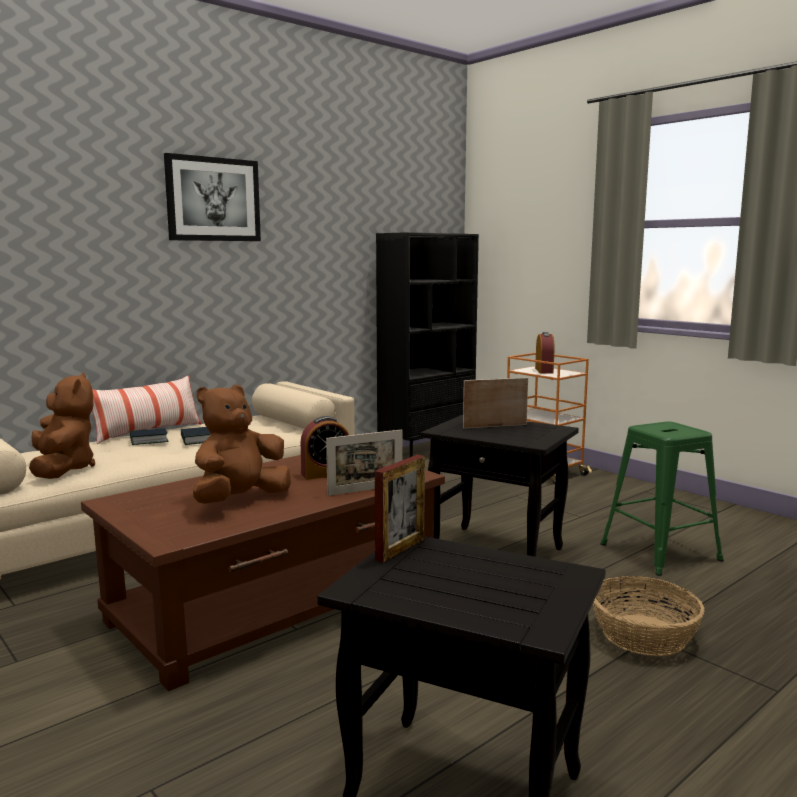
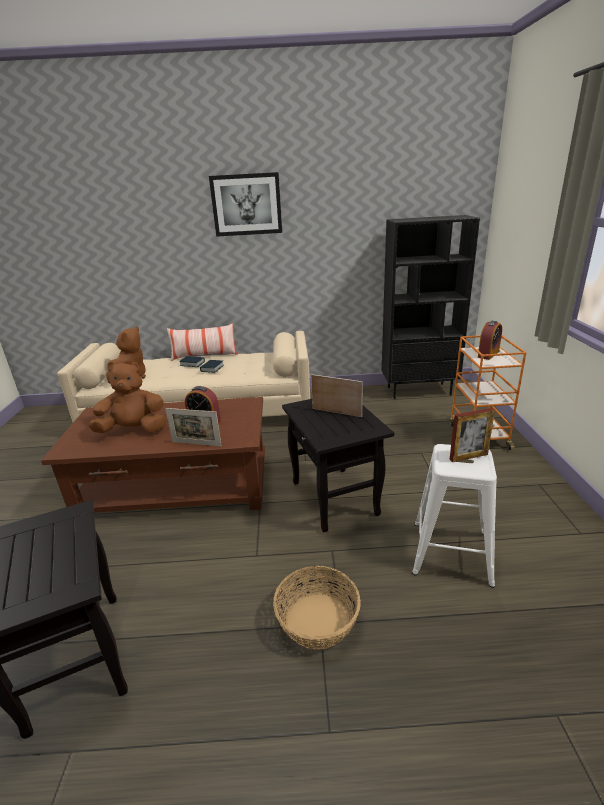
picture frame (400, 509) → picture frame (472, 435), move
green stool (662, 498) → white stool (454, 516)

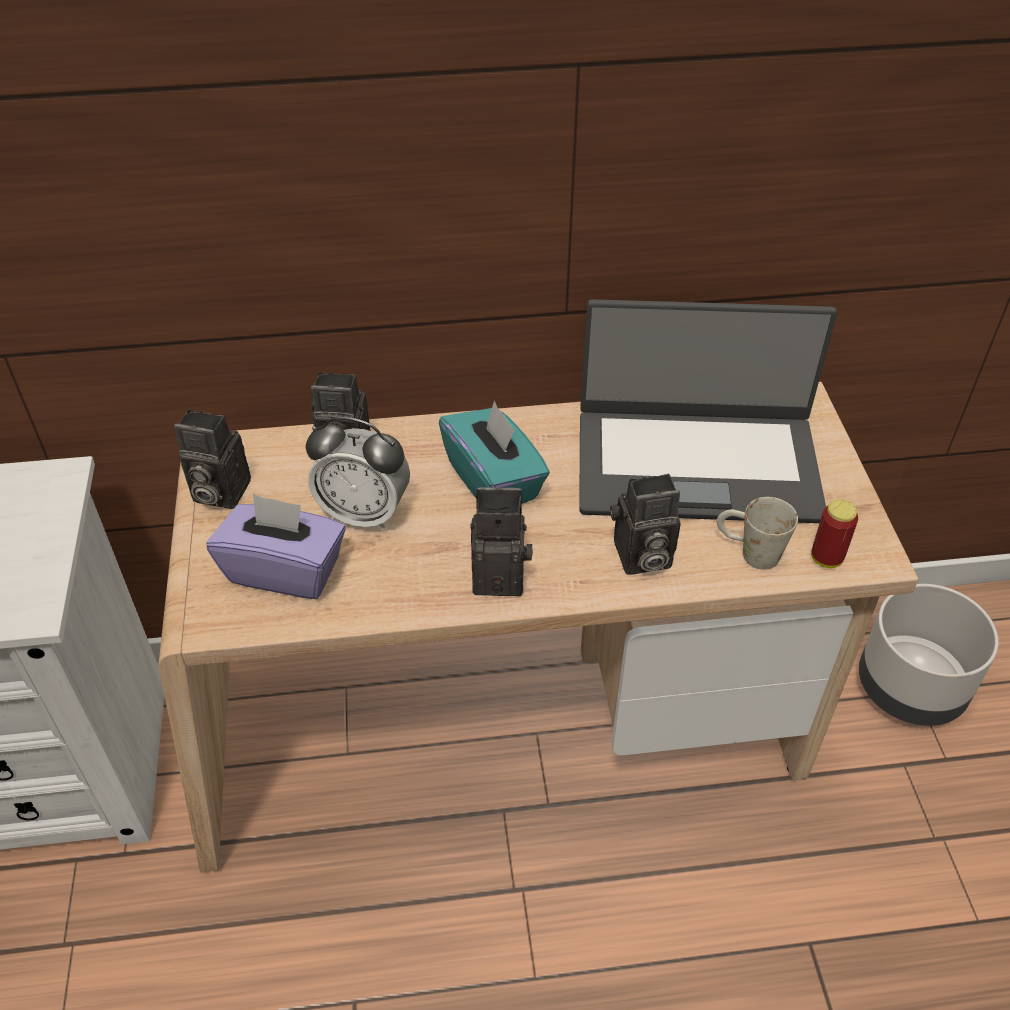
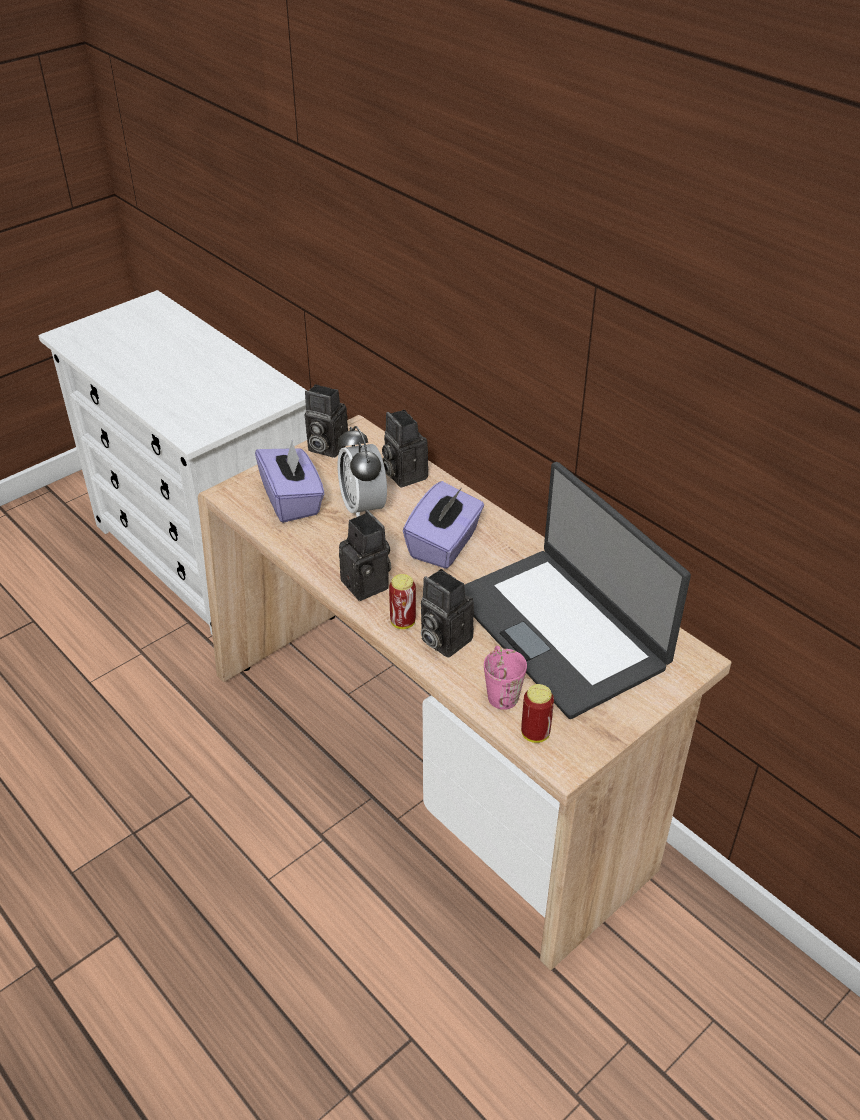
photo camera (212, 459) → photo camera (326, 421), 45 degrees counterclockwise
turquoise tissue box (494, 452) → purple tissue box (443, 525)
white mug (757, 533) → pink mug (505, 678)
grey planter (929, 655) → -
- → can (402, 601)

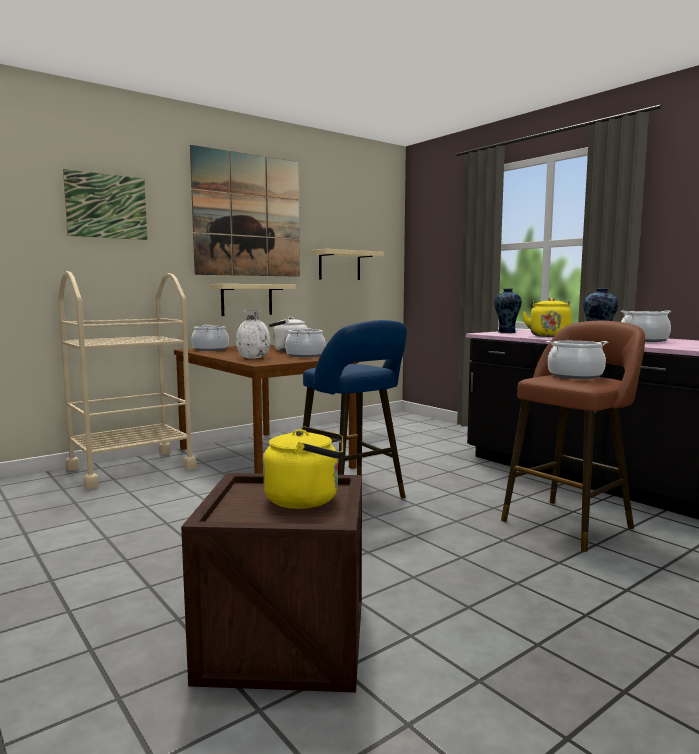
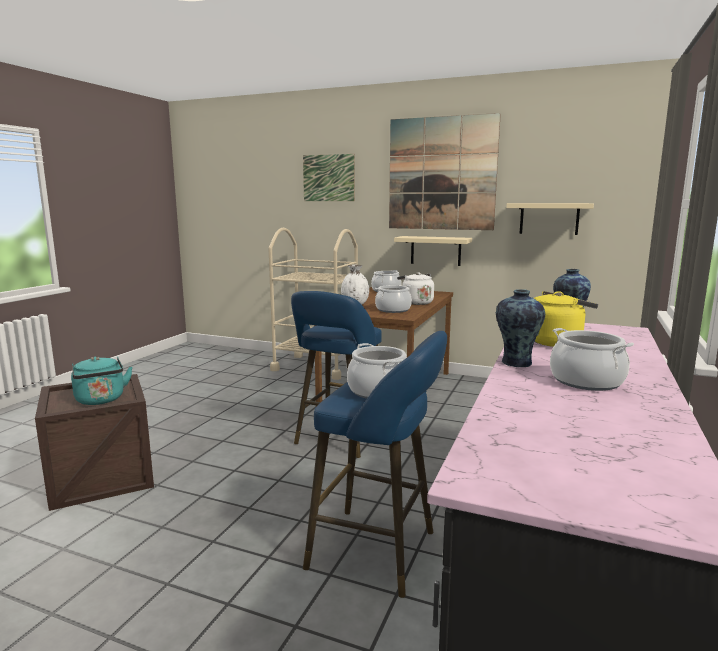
yellow kettle (303, 468) → turquoise kettle (102, 380)
brown stool (573, 436) → blue stool (375, 464)

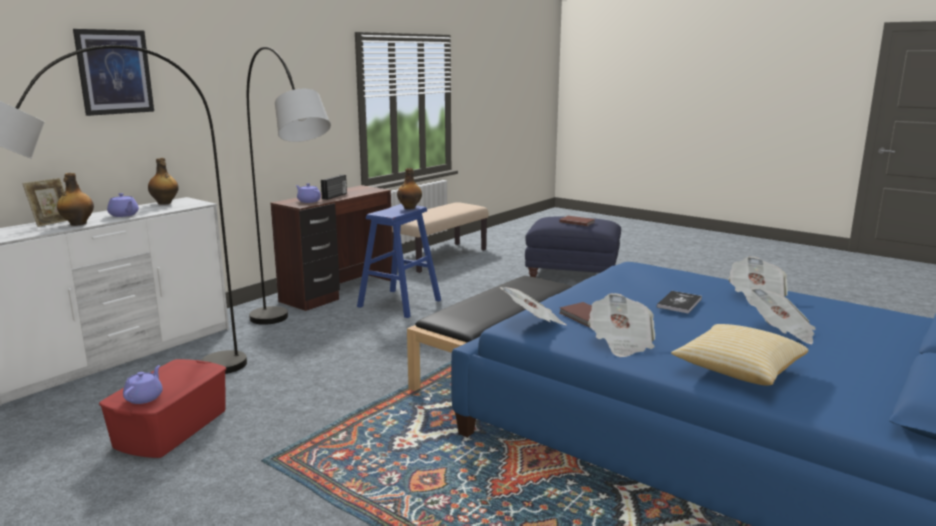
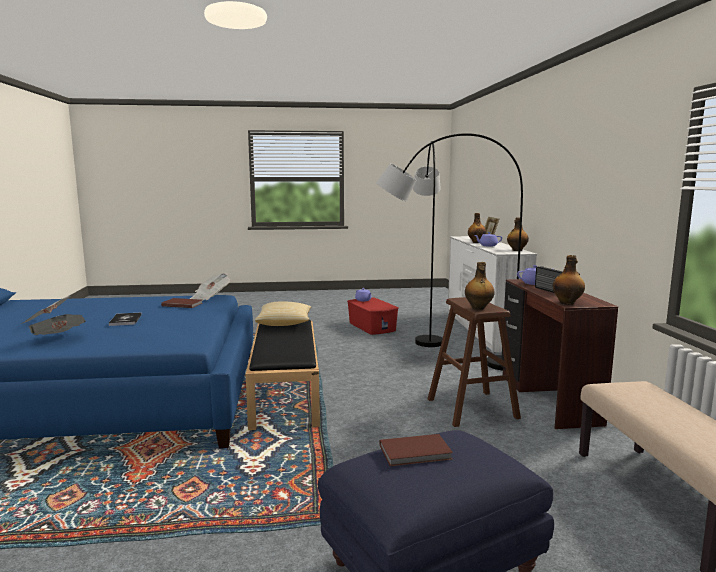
picture (113, 72) → -
blue stool (399, 261) → brown stool (474, 362)
newspaper (621, 325) → -
pillow (739, 355) → pillow (283, 313), move
- → bottle (569, 280)

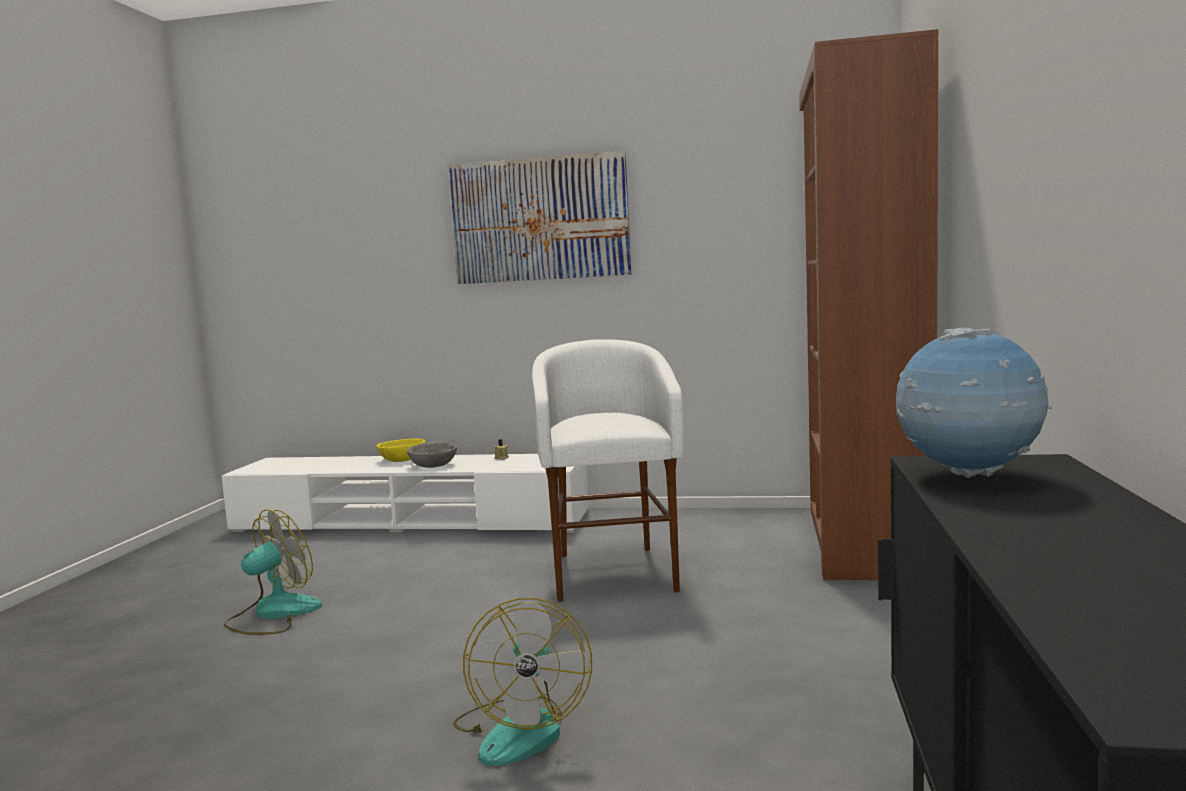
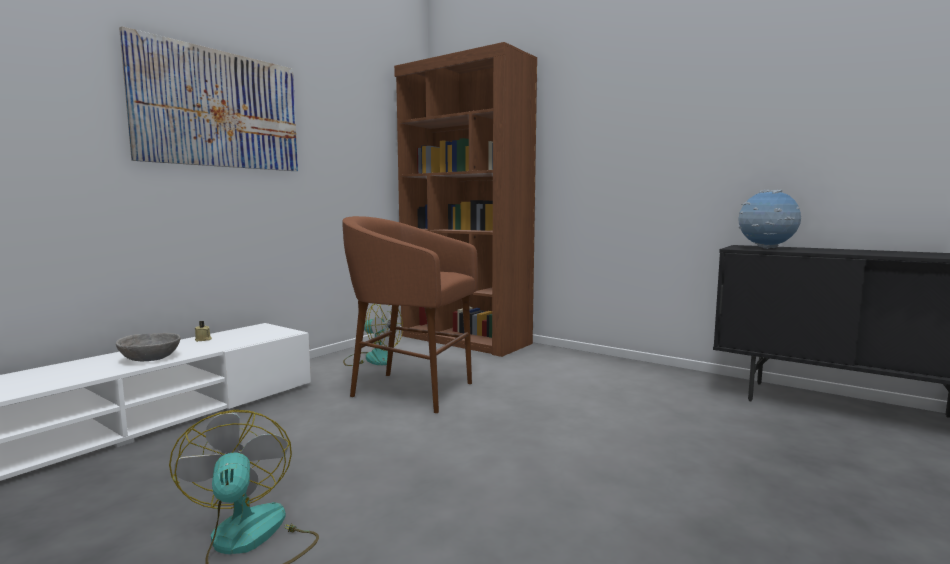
yellow bowl (401, 450) → -
fan (522, 682) → fan (373, 335), move
white stool (608, 470) → brown stool (410, 314)

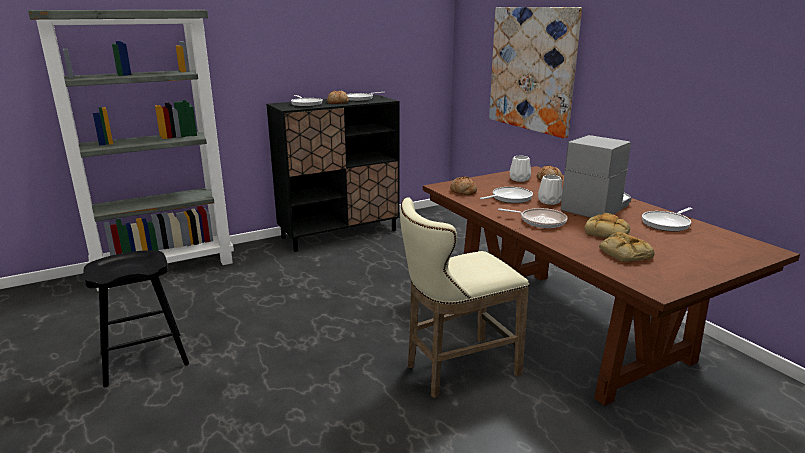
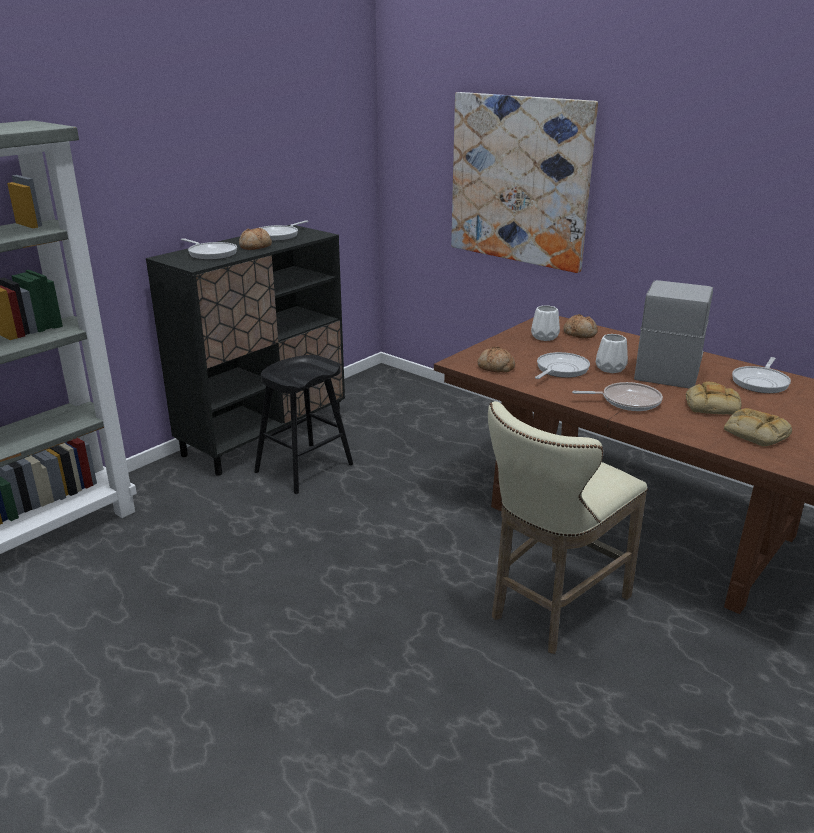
black stool (136, 318) → black stool (303, 424), move

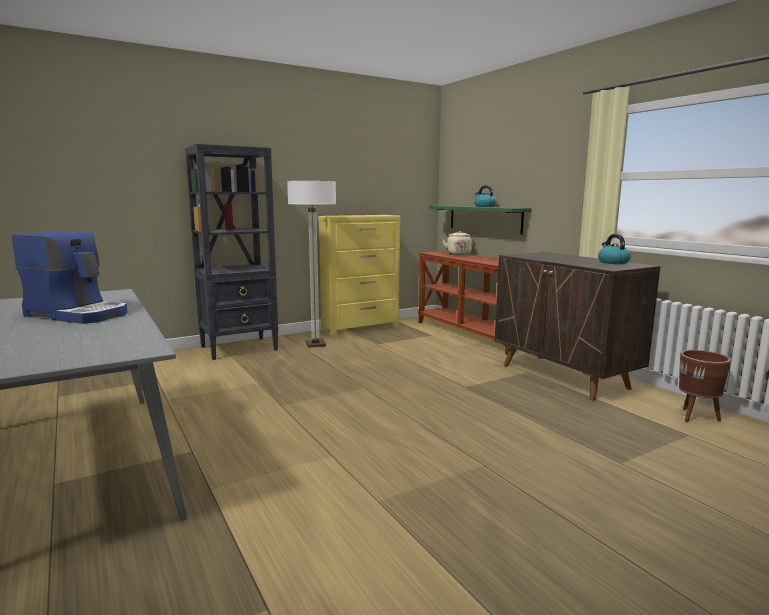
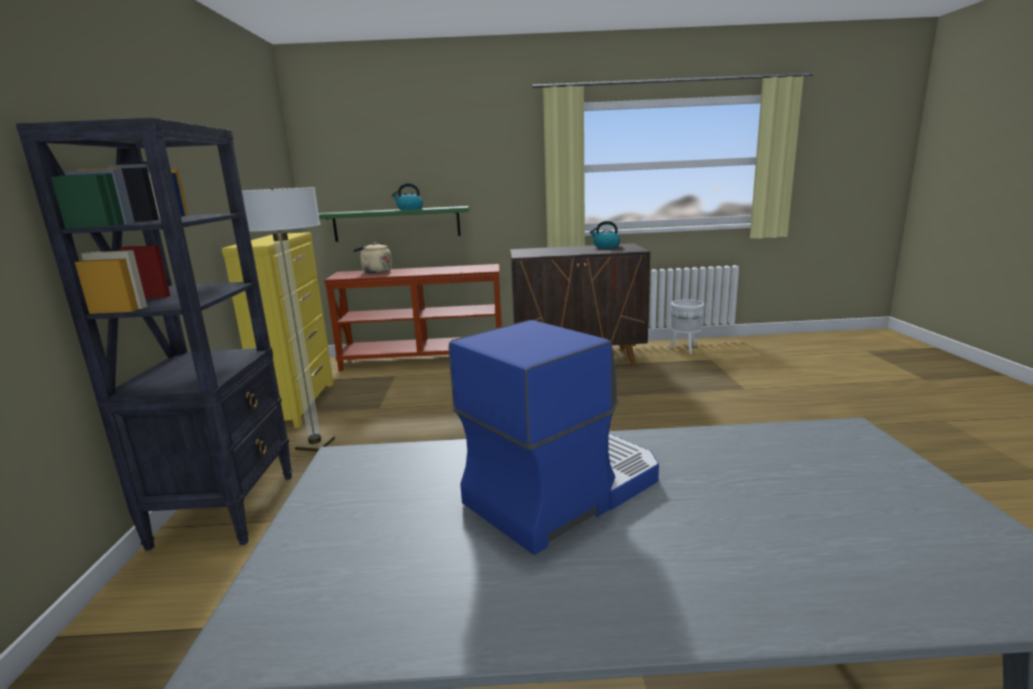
brown planter (705, 386) → white planter (687, 326)

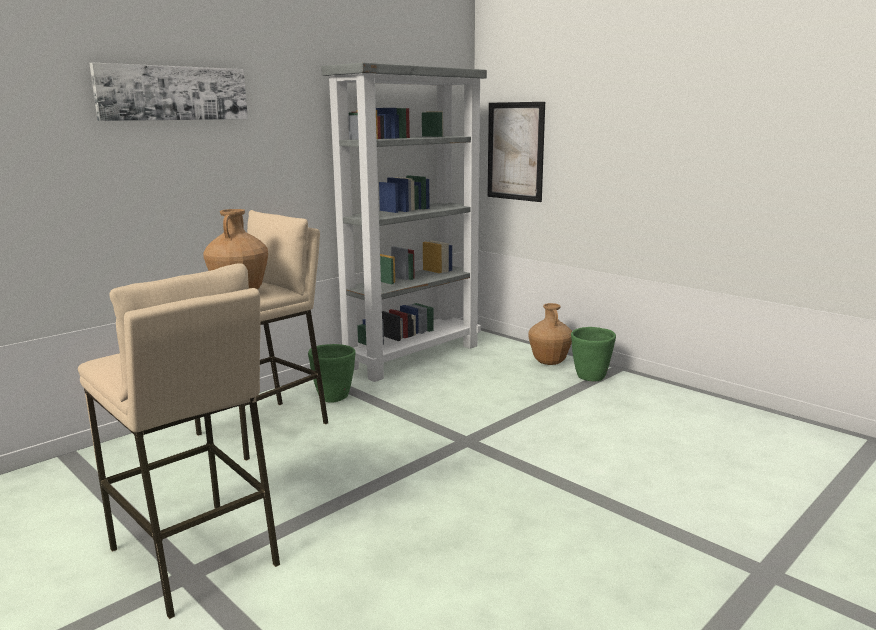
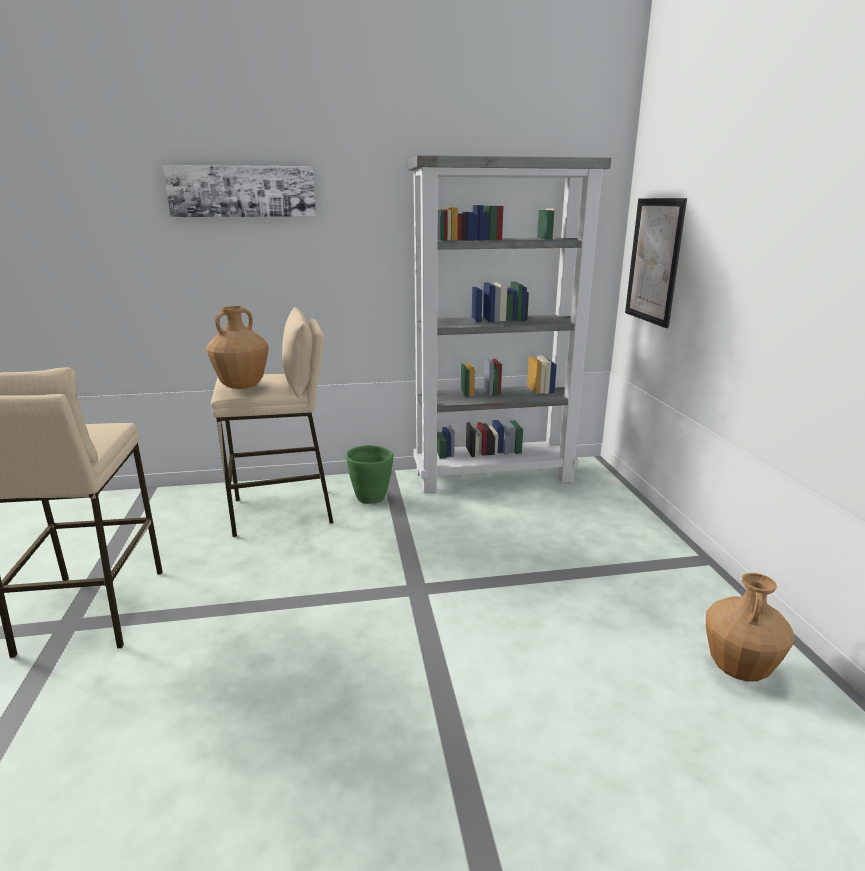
brown vase (550, 334) → brown vase (750, 627), move
green planter (593, 354) → -

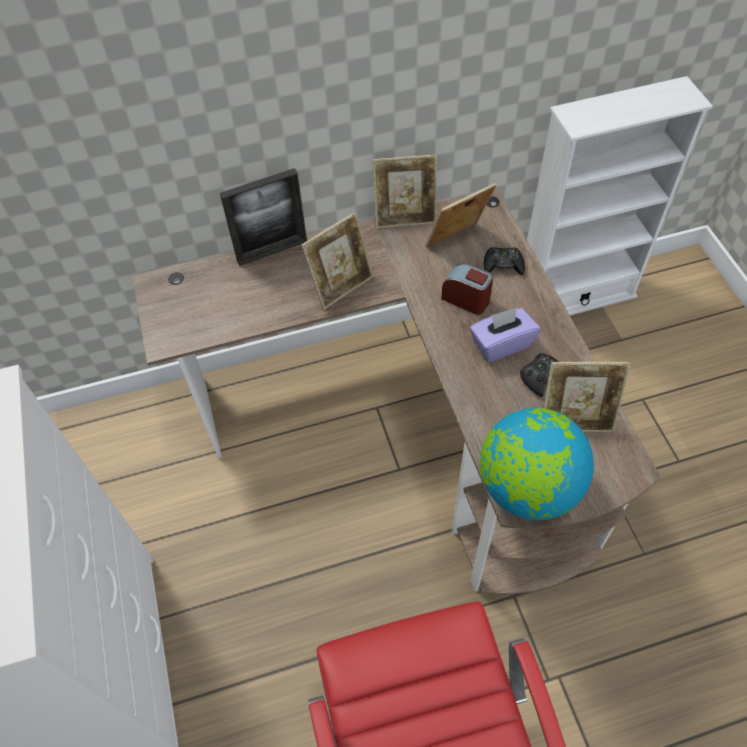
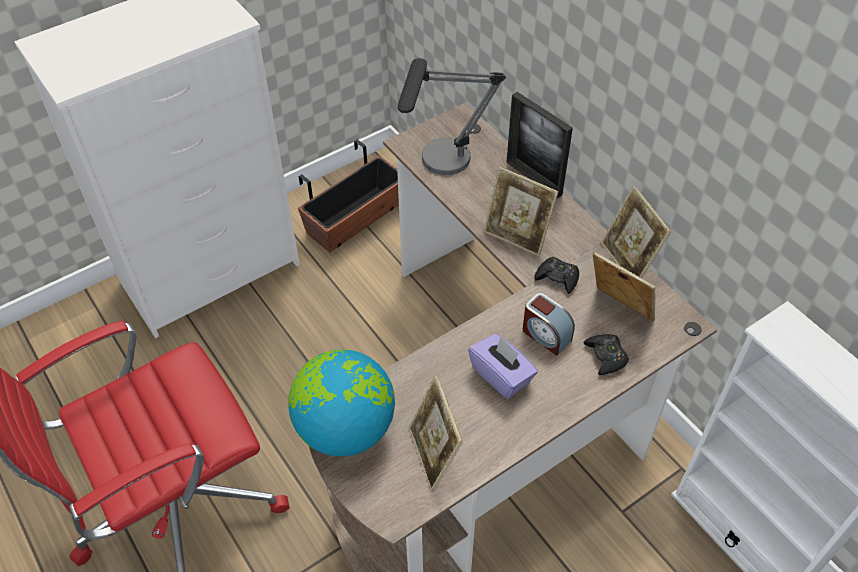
alarm clock (467, 289) → alarm clock (549, 324), 120 degrees clockwise
black game controller (539, 375) → black game controller (556, 275), move
- → planter (348, 195)
- → table lamp (452, 116)

